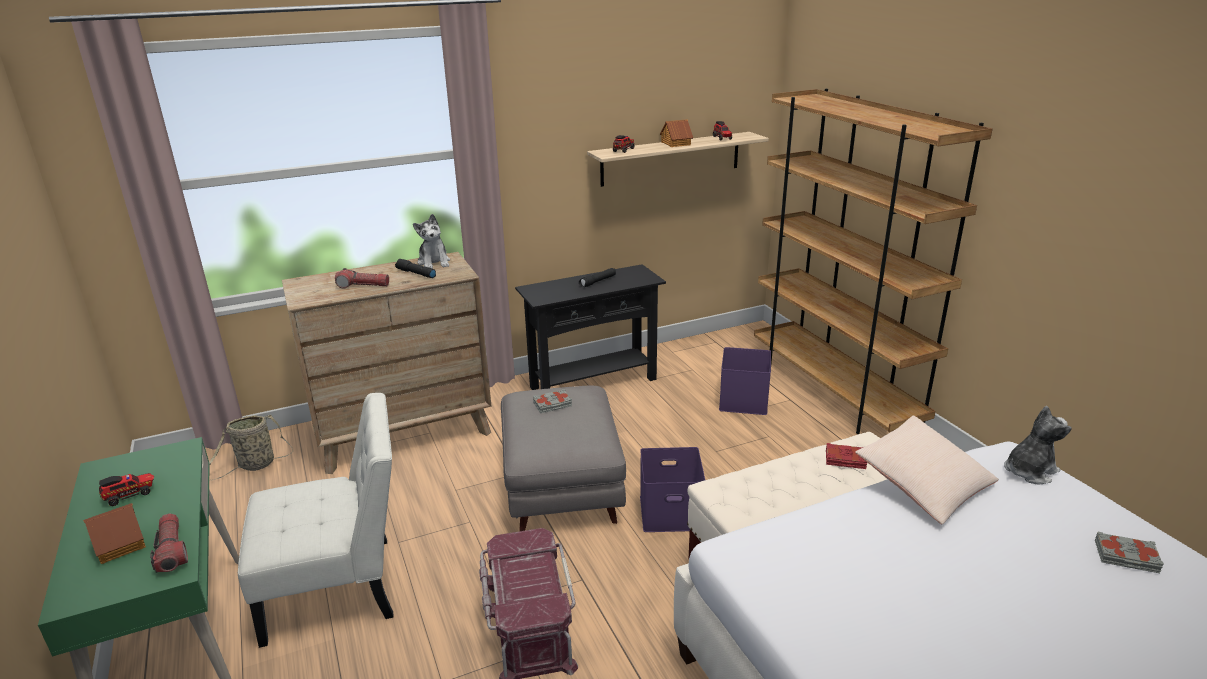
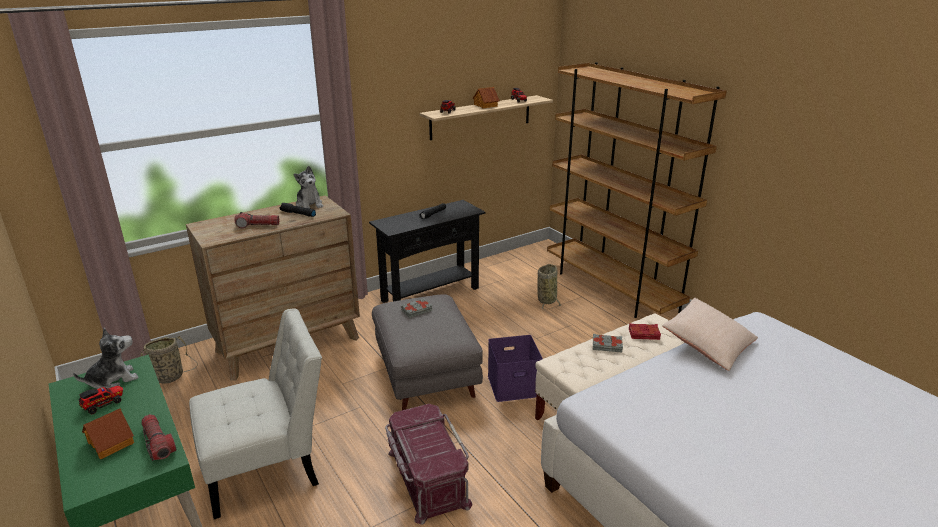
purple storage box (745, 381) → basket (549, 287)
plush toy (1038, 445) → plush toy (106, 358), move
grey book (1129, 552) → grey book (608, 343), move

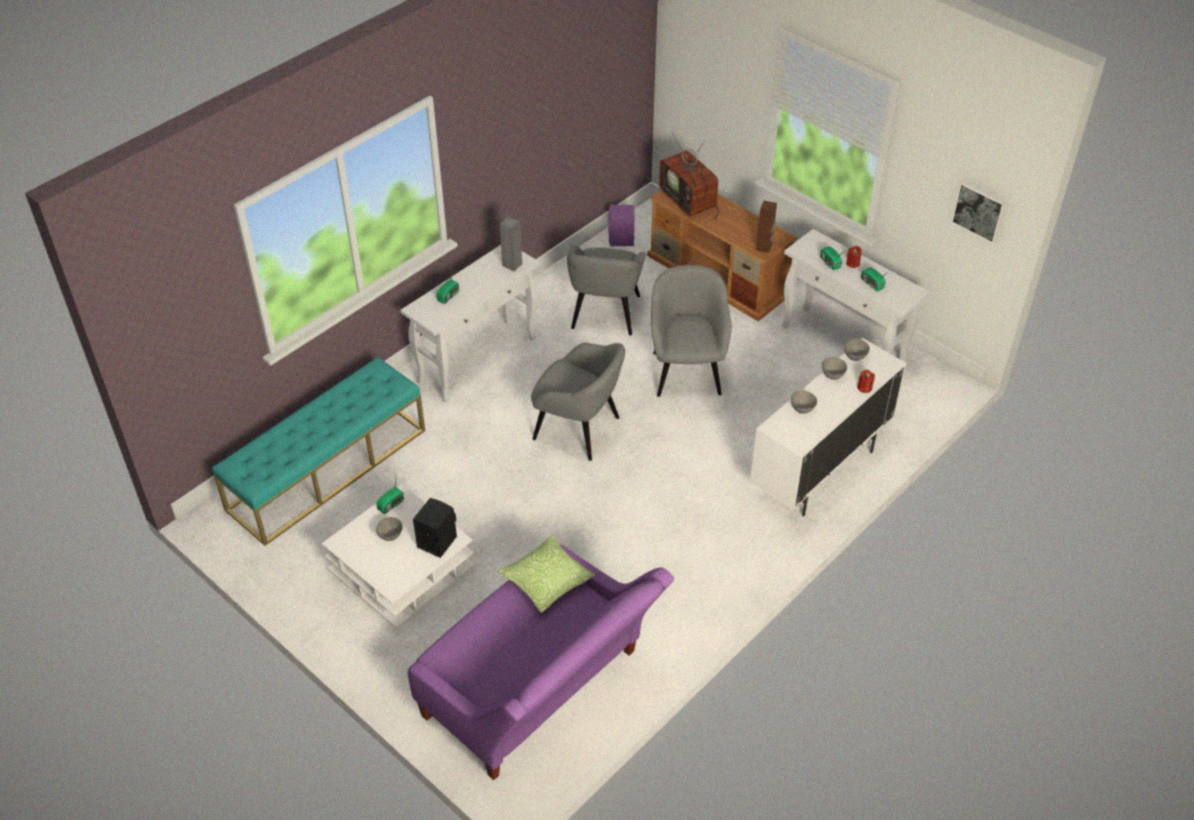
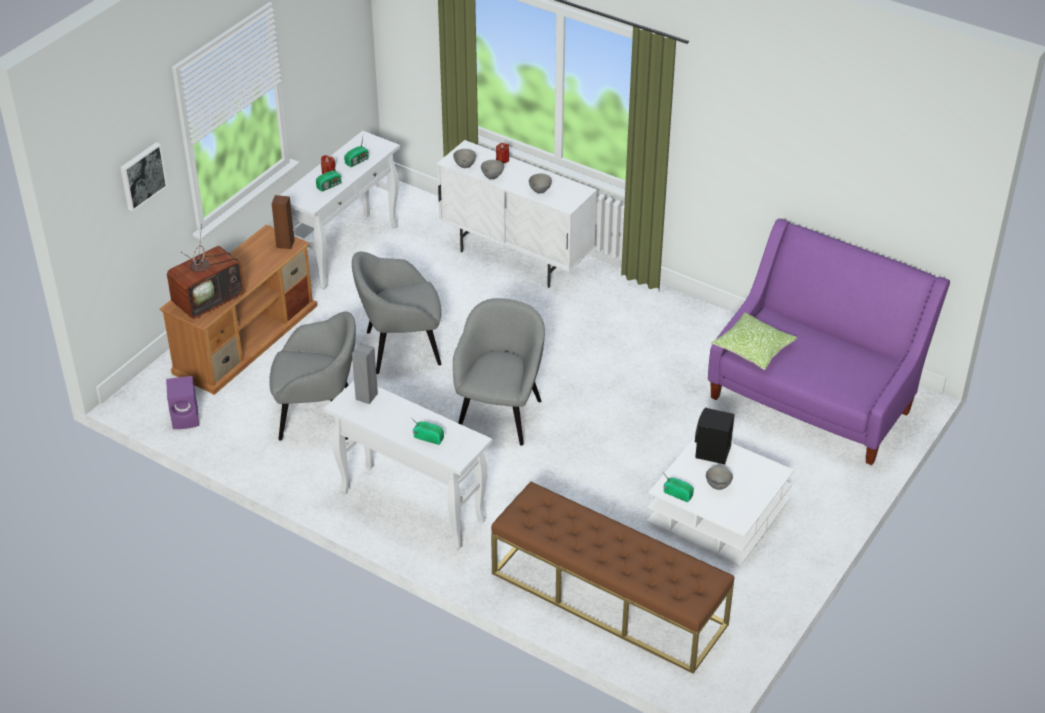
turquoise bench (318, 451) → brown bench (613, 577)
picture (979, 212) → picture (144, 176), move

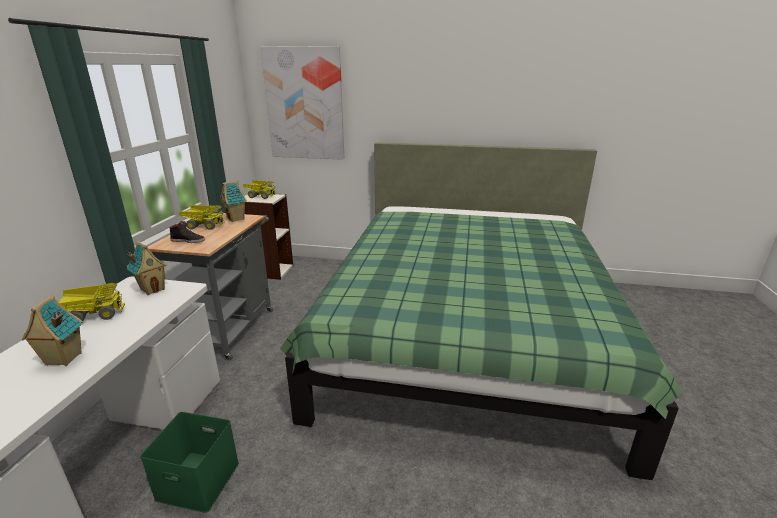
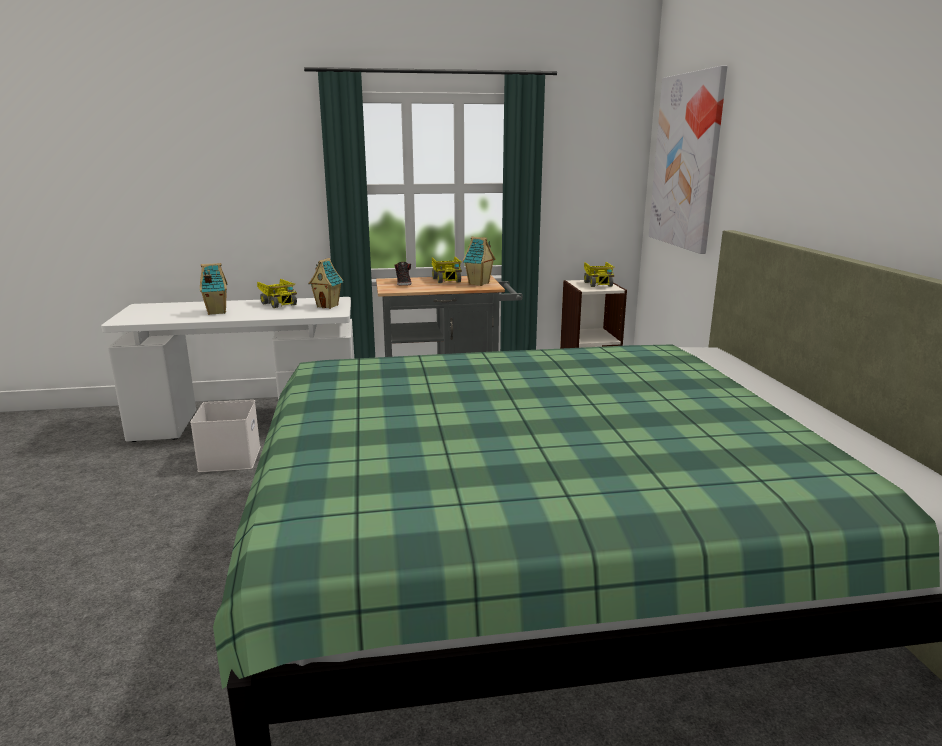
green storage box (189, 462) → white storage box (225, 436)

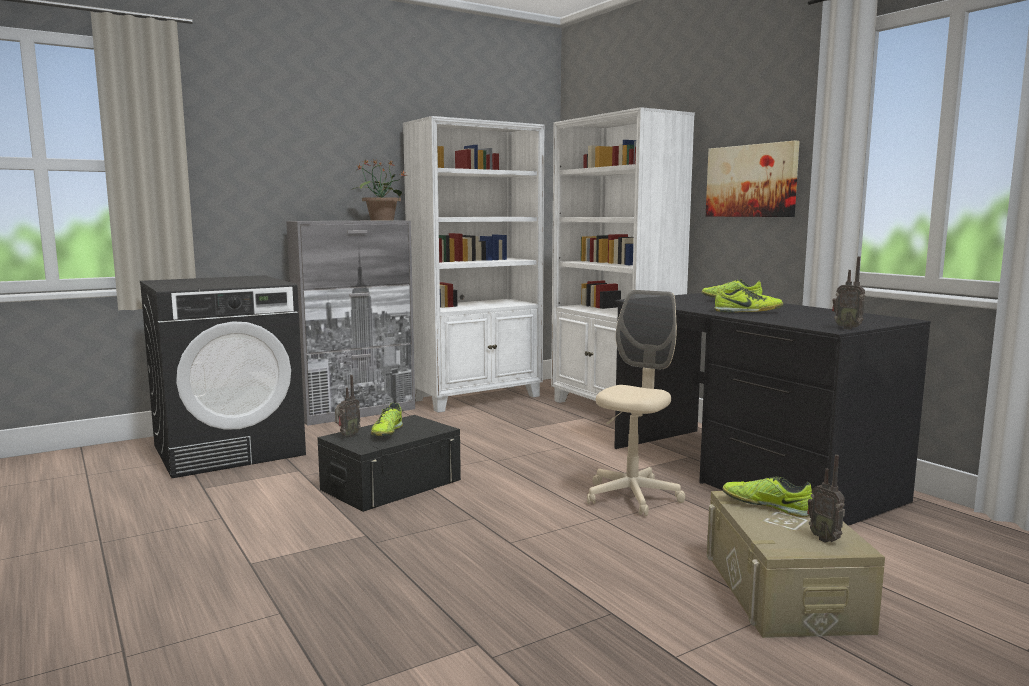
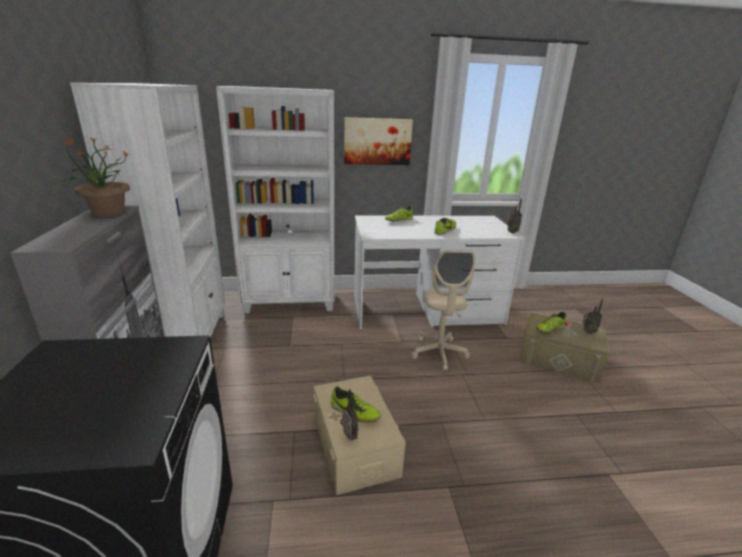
black storage box (389, 463) → beige storage box (359, 435)
beige office chair (636, 403) → beige office chair (443, 310), 150 degrees counterclockwise
black desk (772, 409) → white desk (439, 272)

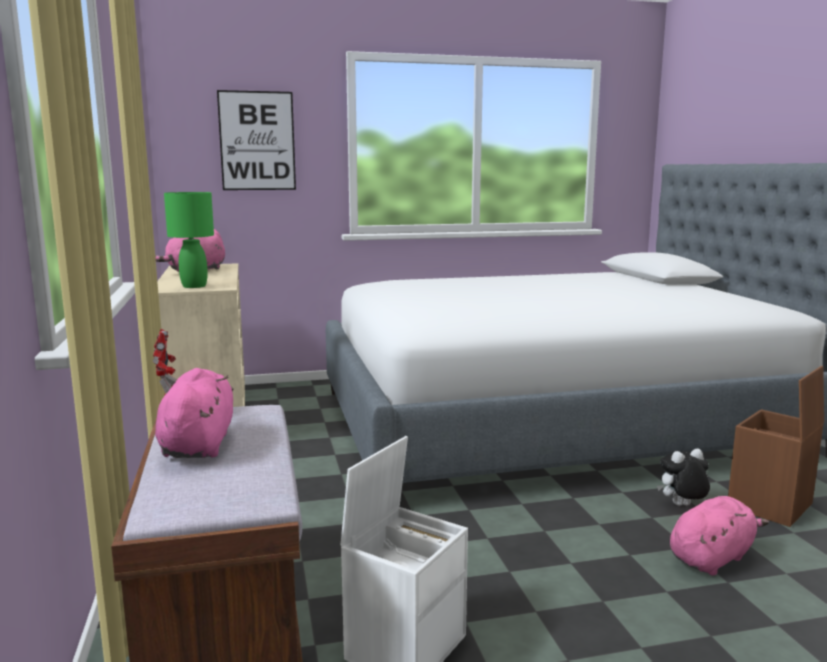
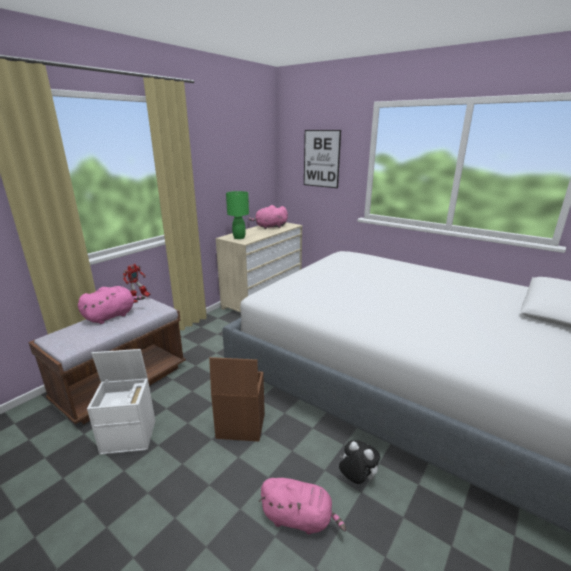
brown storage box (776, 446) → brown storage box (237, 399), move

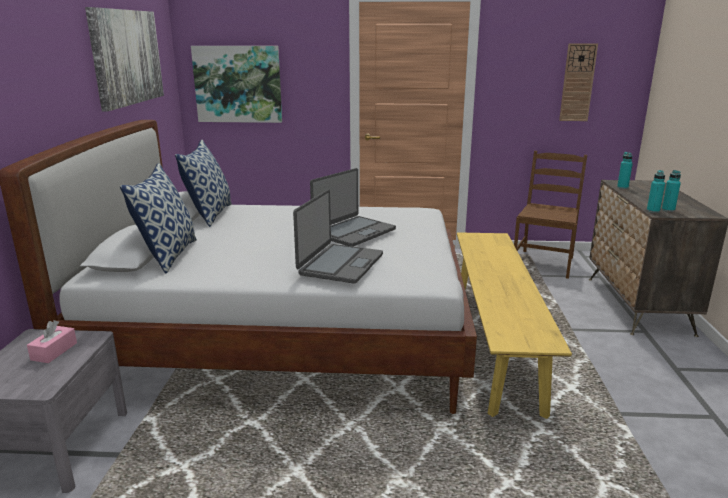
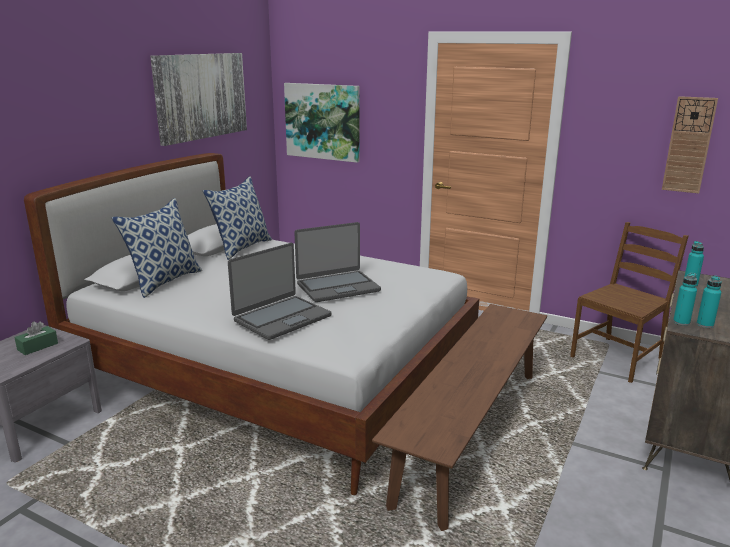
pink tissue box (52, 341) → green tissue box (36, 338)
yellow bench (514, 325) → brown bench (459, 417)

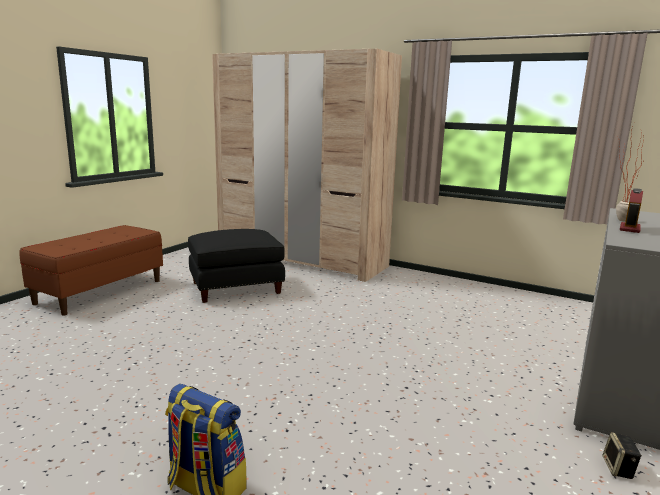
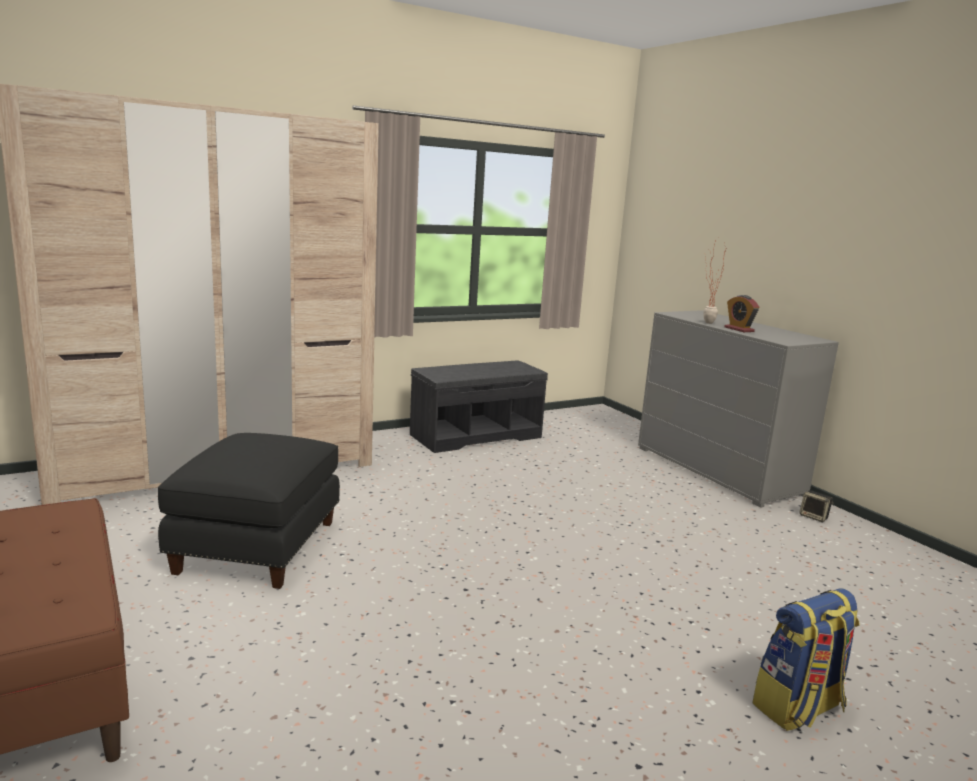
- → grey bench (479, 406)

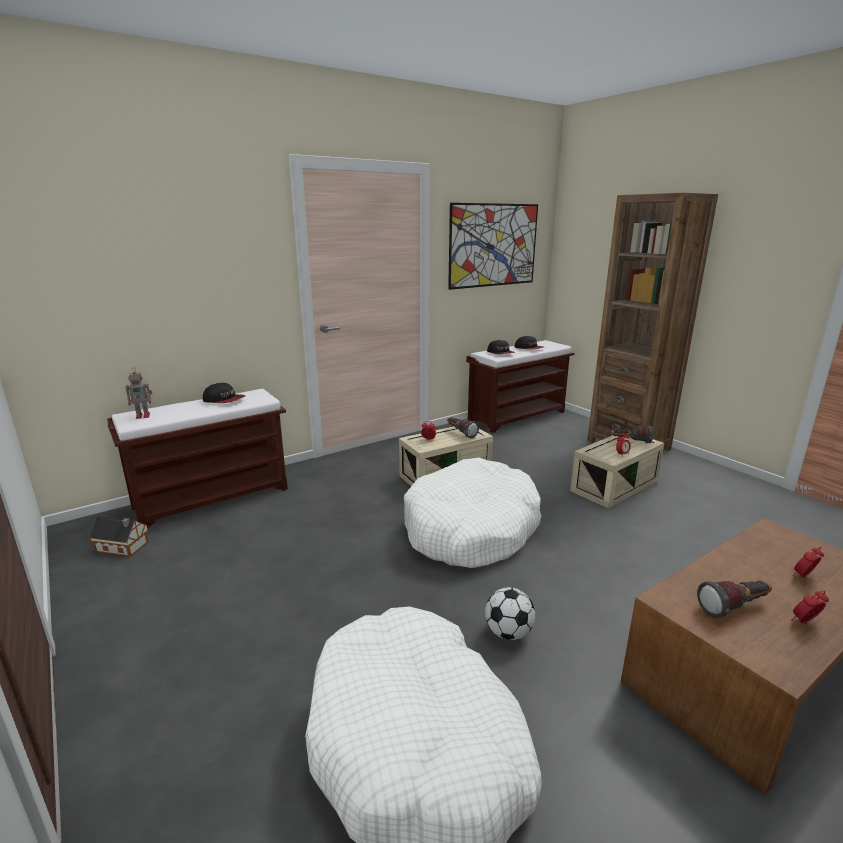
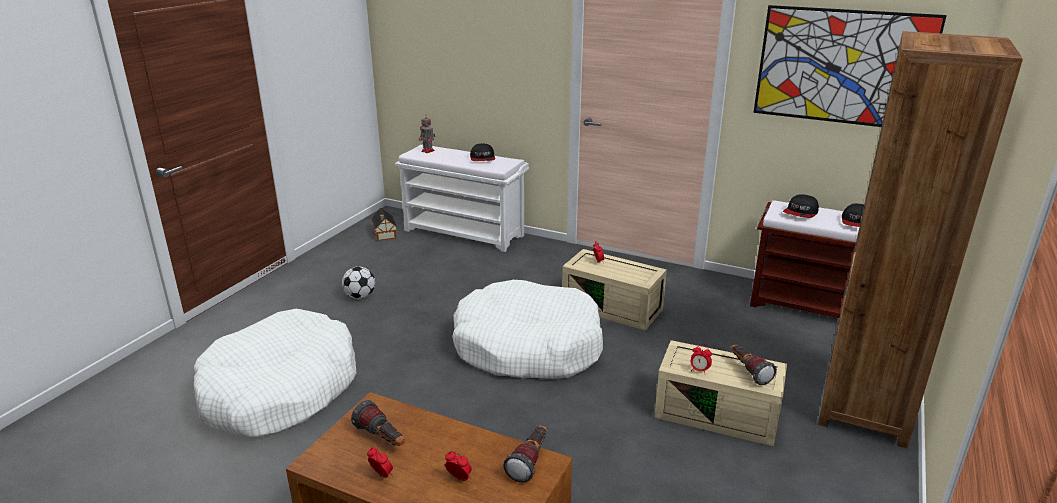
brown bench (197, 458) → white bench (462, 198)
flashlight (463, 427) → flashlight (524, 454), move
football (510, 613) → football (358, 282), move

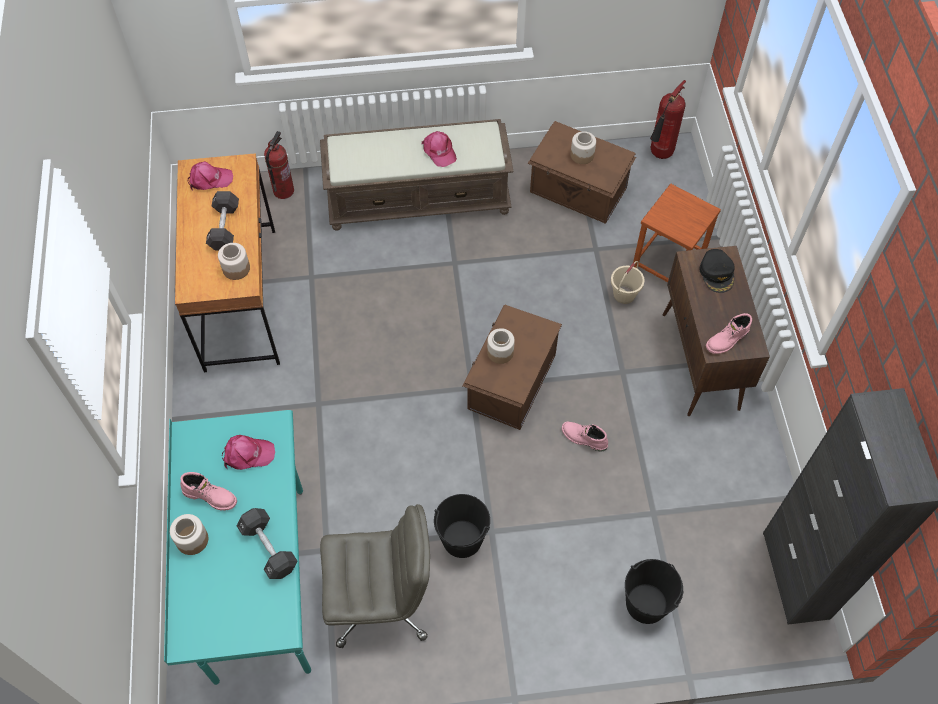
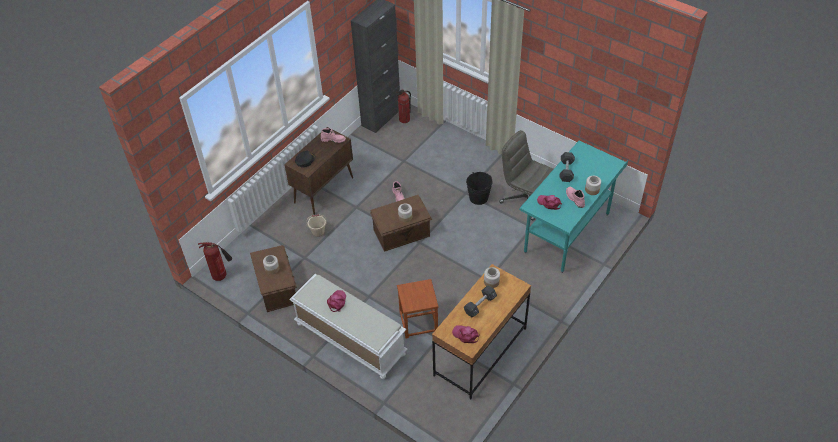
fire extinguisher (279, 165) → fire extinguisher (403, 106), move
brown bench (417, 175) → white bench (348, 326)
black bucket (654, 591) → -
brown stool (677, 233) → brown stool (418, 308), move

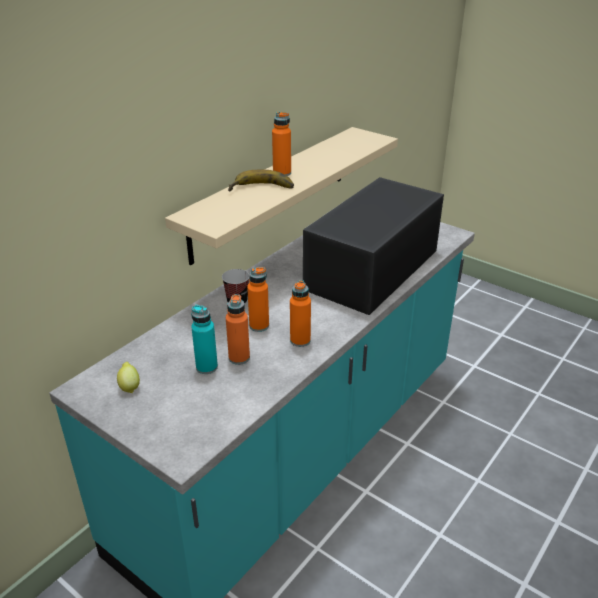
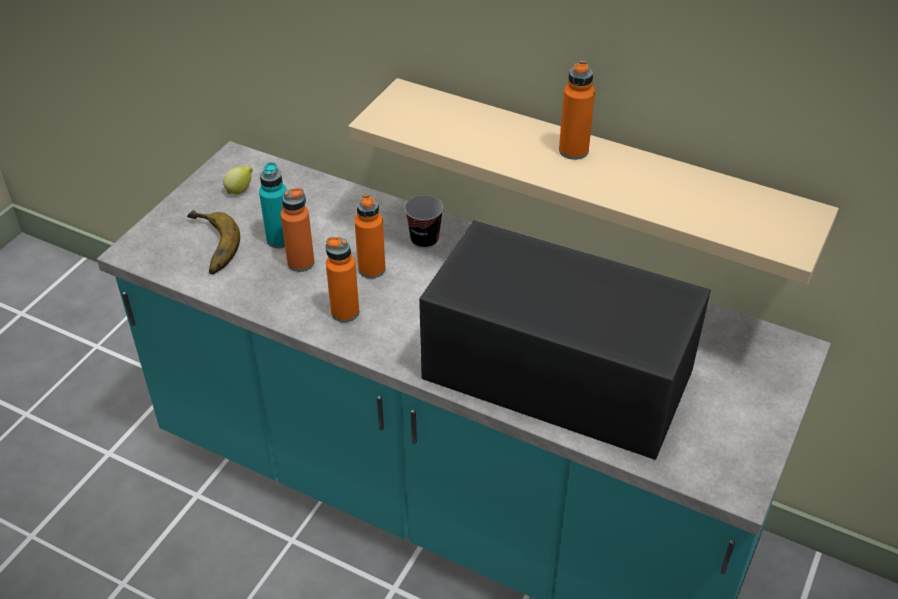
banana (261, 180) → banana (213, 242), move

